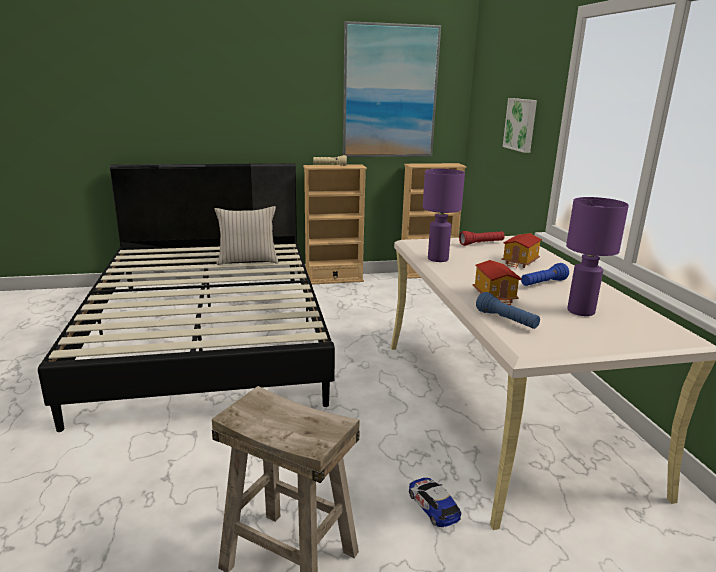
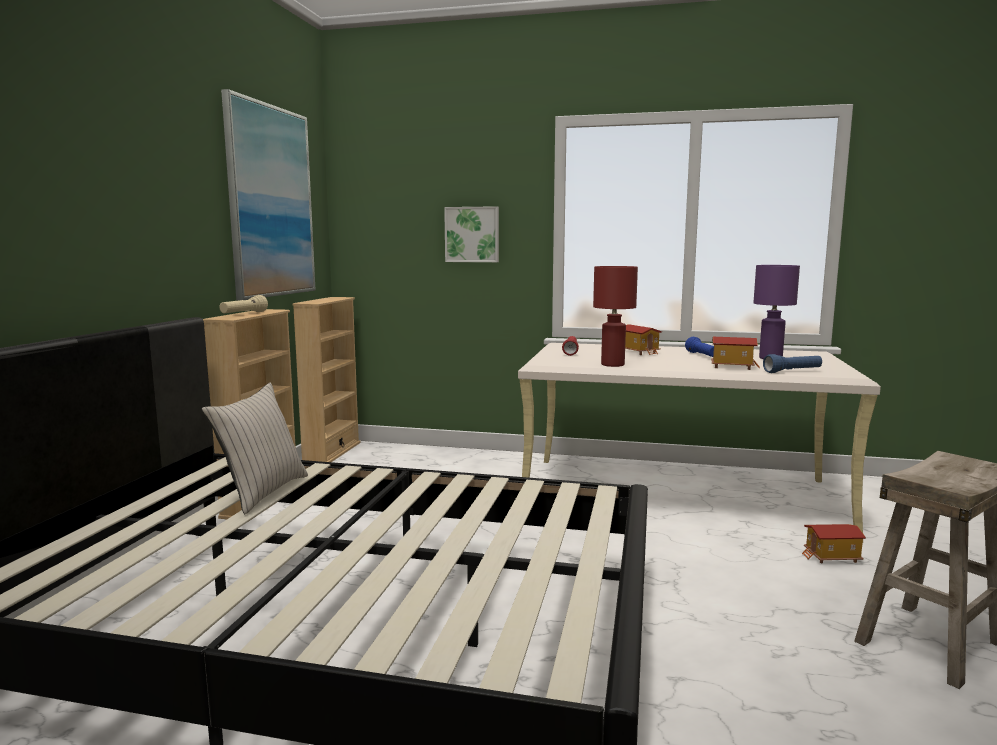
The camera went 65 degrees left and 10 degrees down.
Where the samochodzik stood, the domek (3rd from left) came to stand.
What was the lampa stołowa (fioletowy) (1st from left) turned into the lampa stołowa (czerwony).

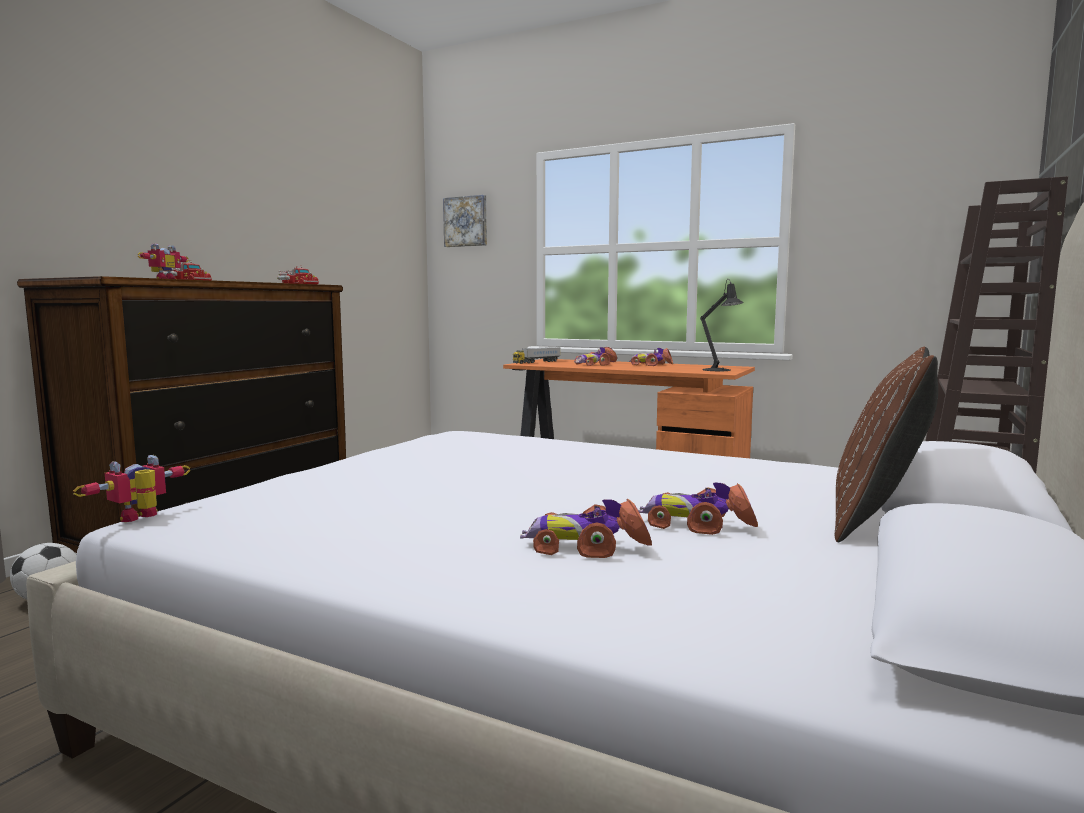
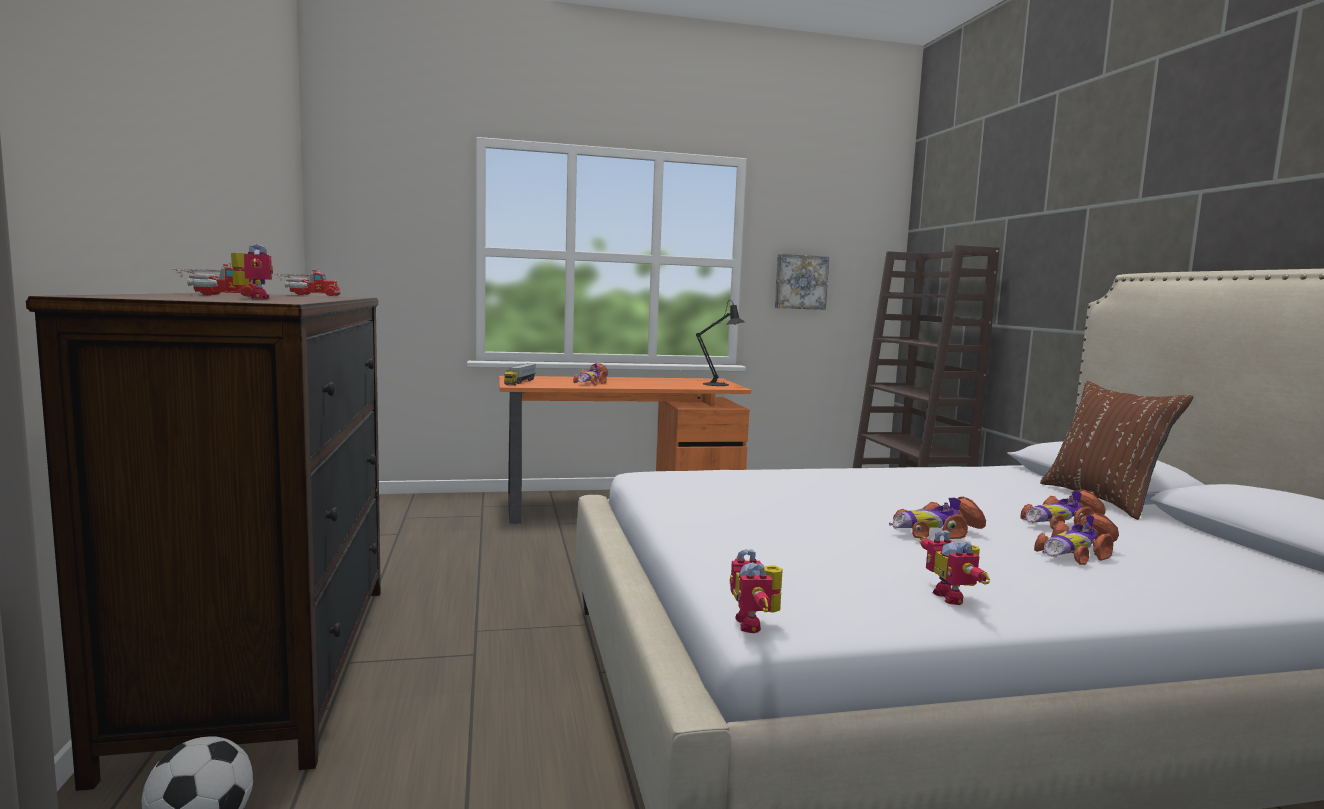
The camera went 40 degrees left and 0 degrees up.
The second view gained the robot zabawkowy (3rd from left).
The obraz ended up elsewhere.
The samochodzik (3rd from left in the first image) ended up elsewhere.

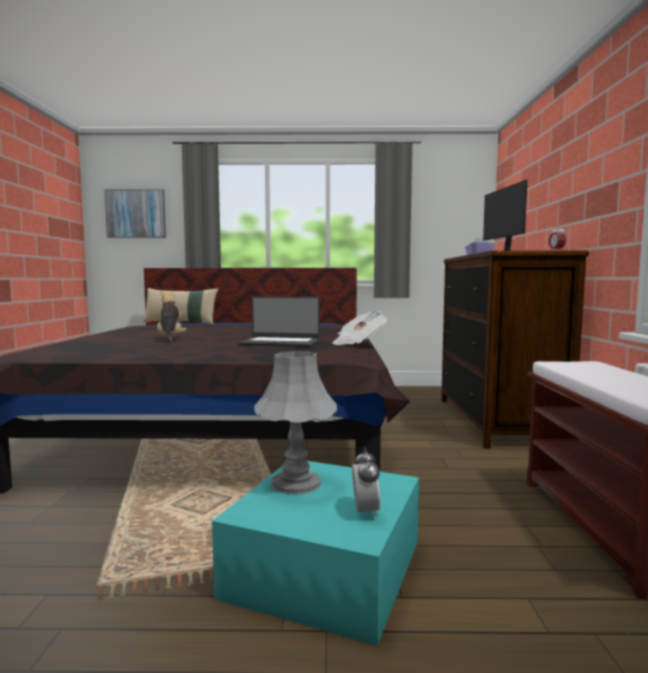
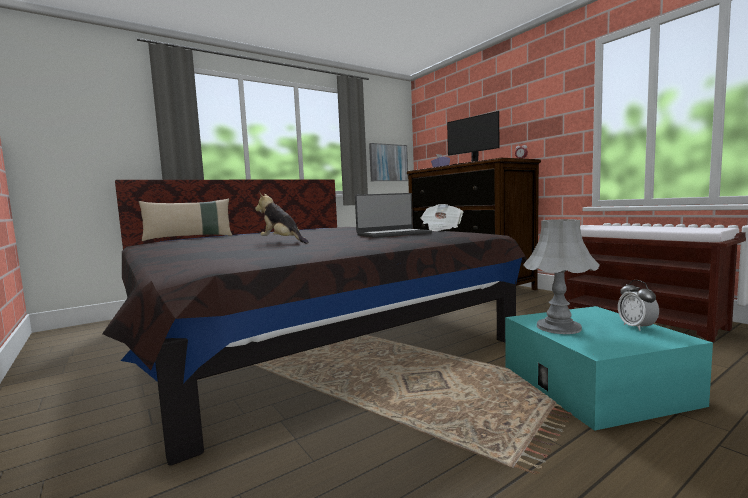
The camera went 35 degrees left and 0 degrees up.
The obraz ended up elsewhere.
The budzik (1st from left in the first image) ended up facing another way, 150 degrees counterclockwise from before.

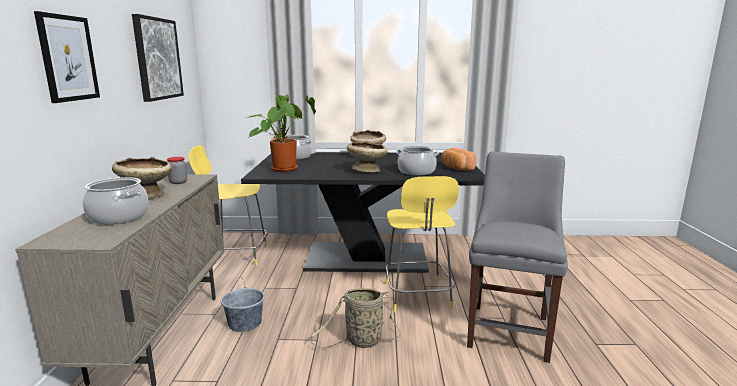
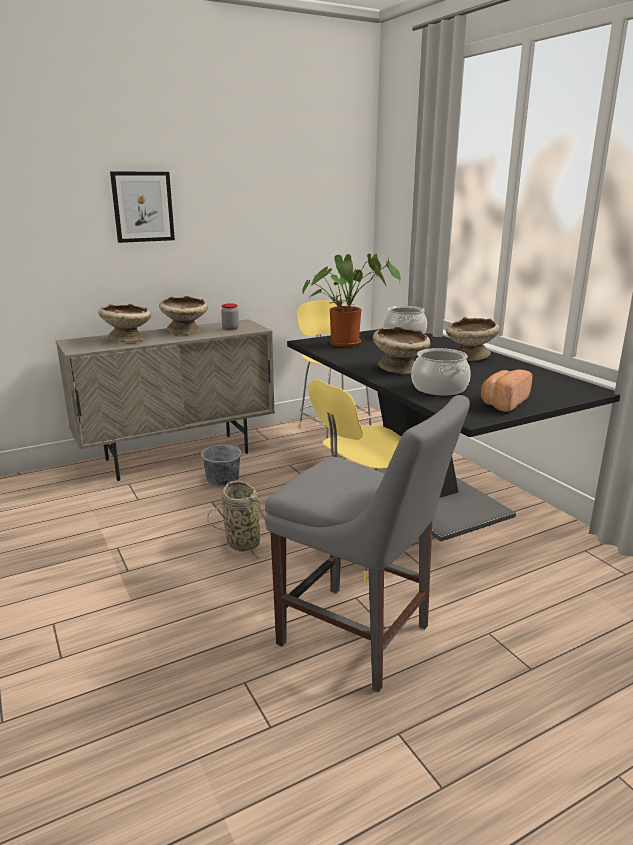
The camera went 60 degrees right and 5 degrees up.
The second view lost the obraz (2nd from left).
Where the garnek (1st from left) stood, the miska (beżowy) (1st from left) came to stand.
The krzesło (szary) ended up facing another way, 45 degrees clockwise from before.

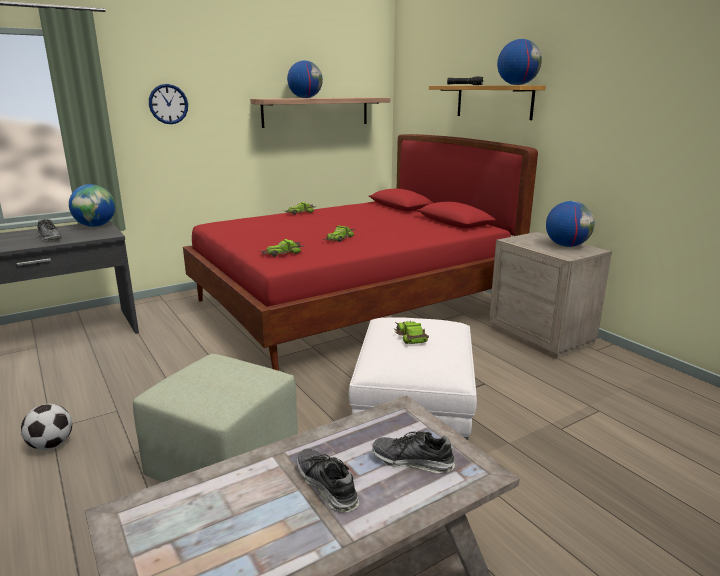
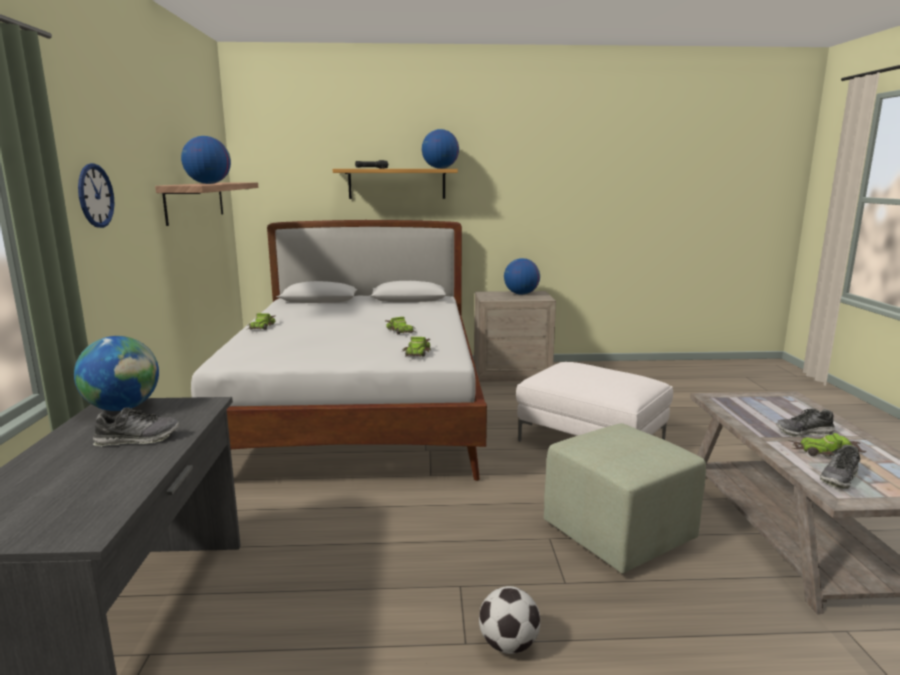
The camera went 60 degrees left and 5 degrees down.
The but (3rd from left) ended up elsewhere.
The samochodzik (4th from left) ended up elsewhere.
What was the łóżko (czerwony) turned into the łóżko (biały).

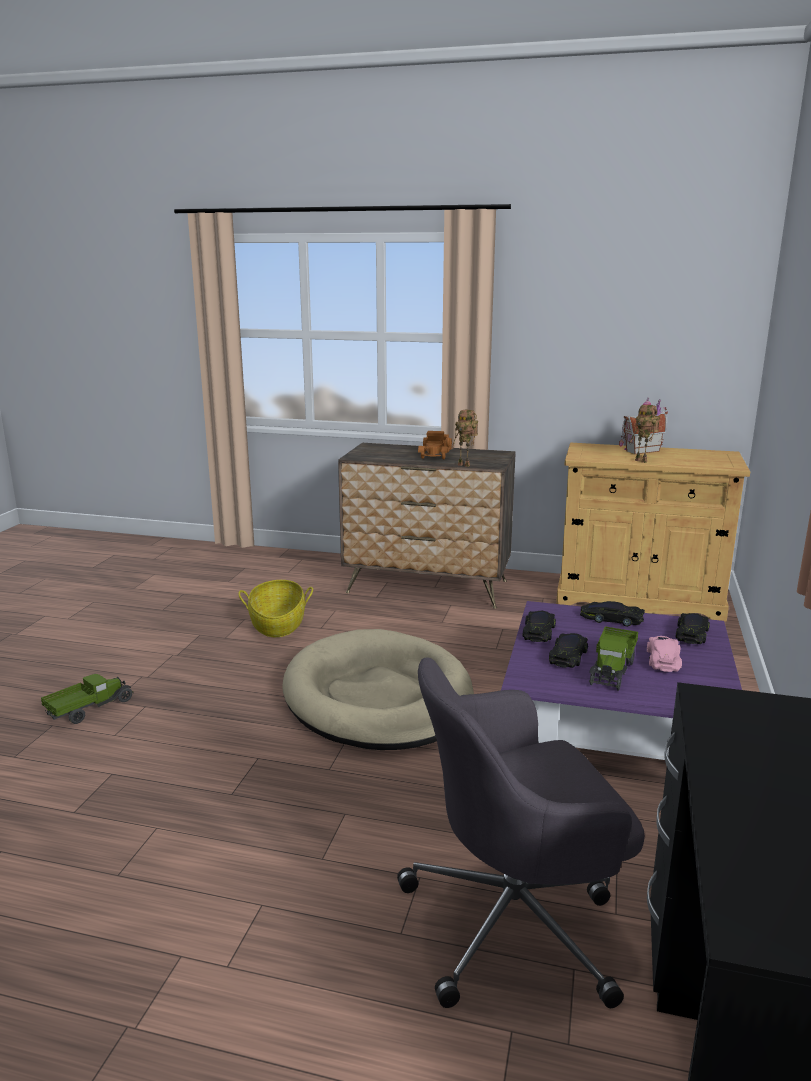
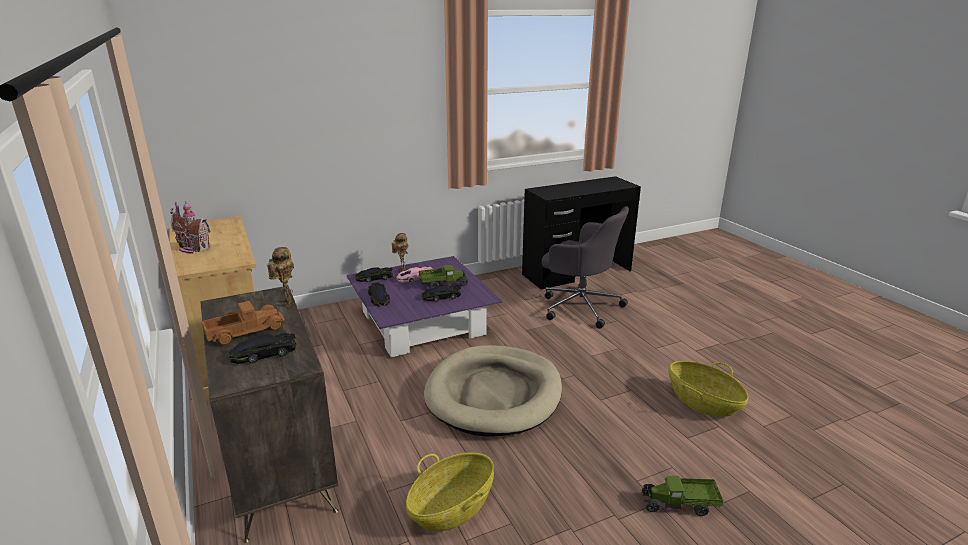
The camera went 130 degrees left and 5 degrees up.
The second view gained the koszyk (2nd from left).
The samochodzik (czarny) (1st from left) ended up elsewhere.
The robot zabawkowy (2nd from left) ended up elsewhere.

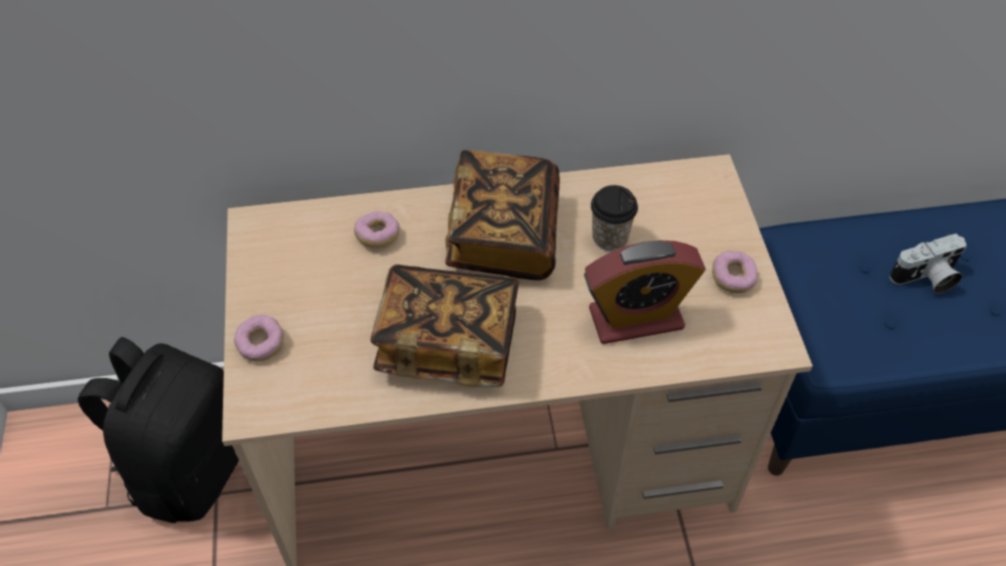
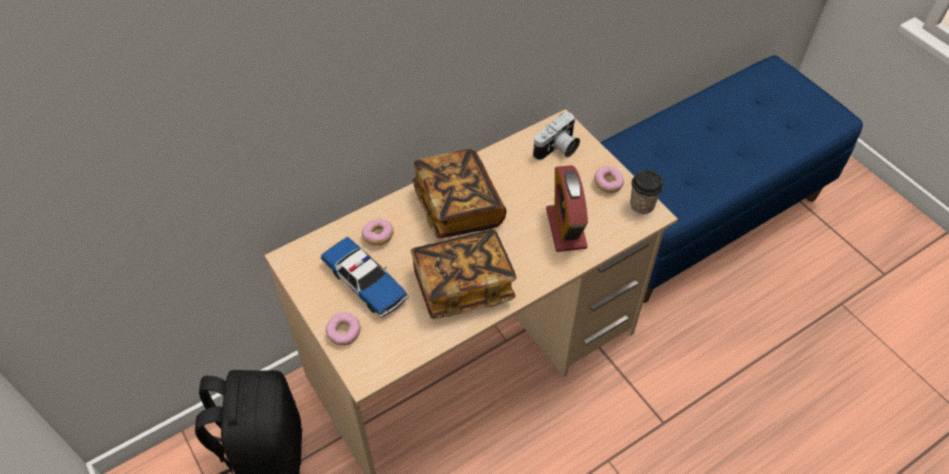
The camera went 25 degrees left and 0 degrees up.
The second view gained the samochodzik.
The filiżanka ended up elsewhere.
The aparat fotograficzny ended up elsewhere.
The budzik ended up facing another way, 120 degrees clockwise from before.

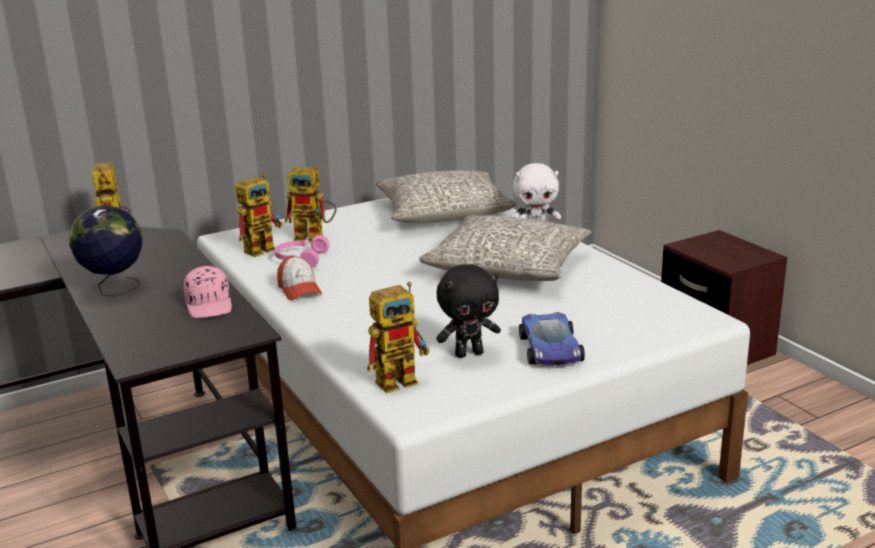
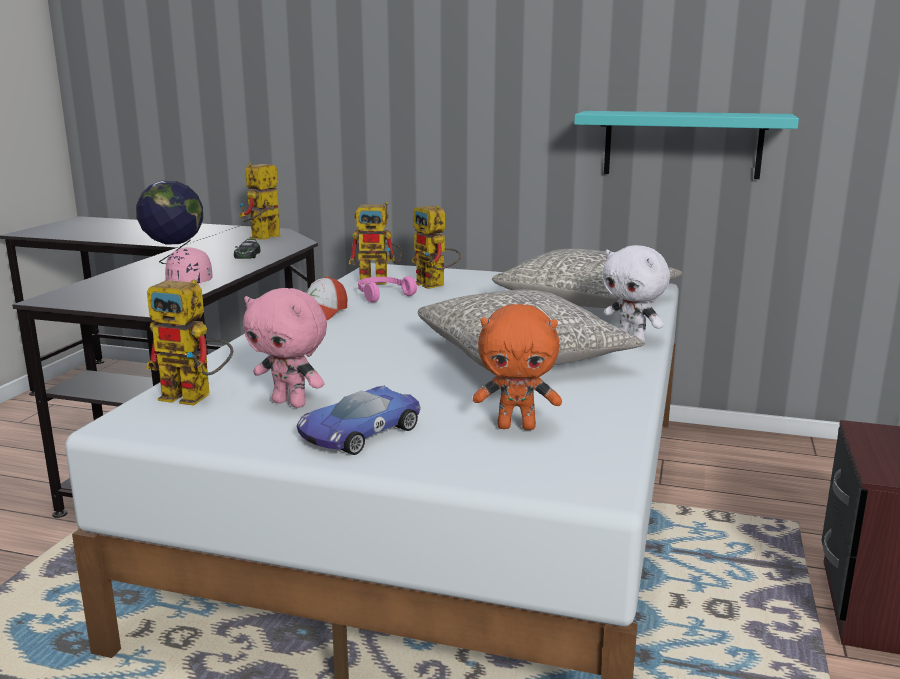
The camera went 45 degrees right and 5 degrees down.
The second view gained the samochodzik (1st from left).
The second view gained the pluszak (pomarańczowy).
The second view gained the półka (turkusowy).
What was the pluszak (czarny) turned into the pluszak (różowy).

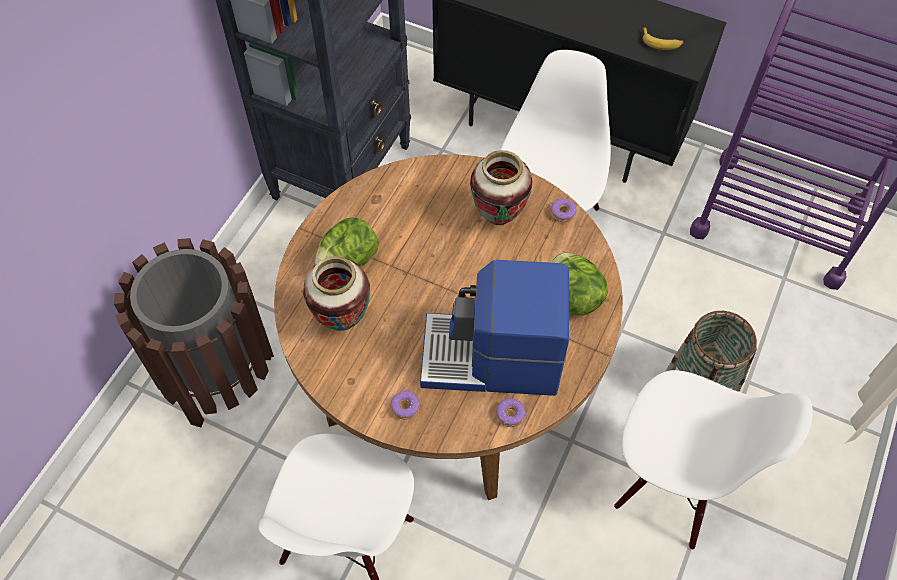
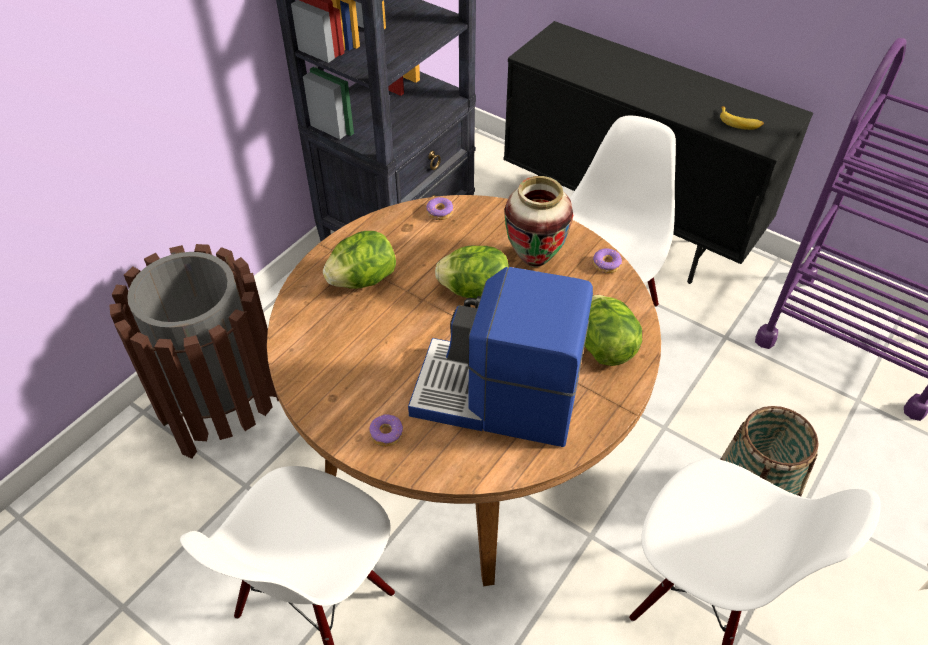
The camera went 10 degrees right and 10 degrees down.
The second view lost the wazon (1st from left).
The second view gained the sałata (2nd from left).
The donut (2nd from left) ended up elsewhere.

